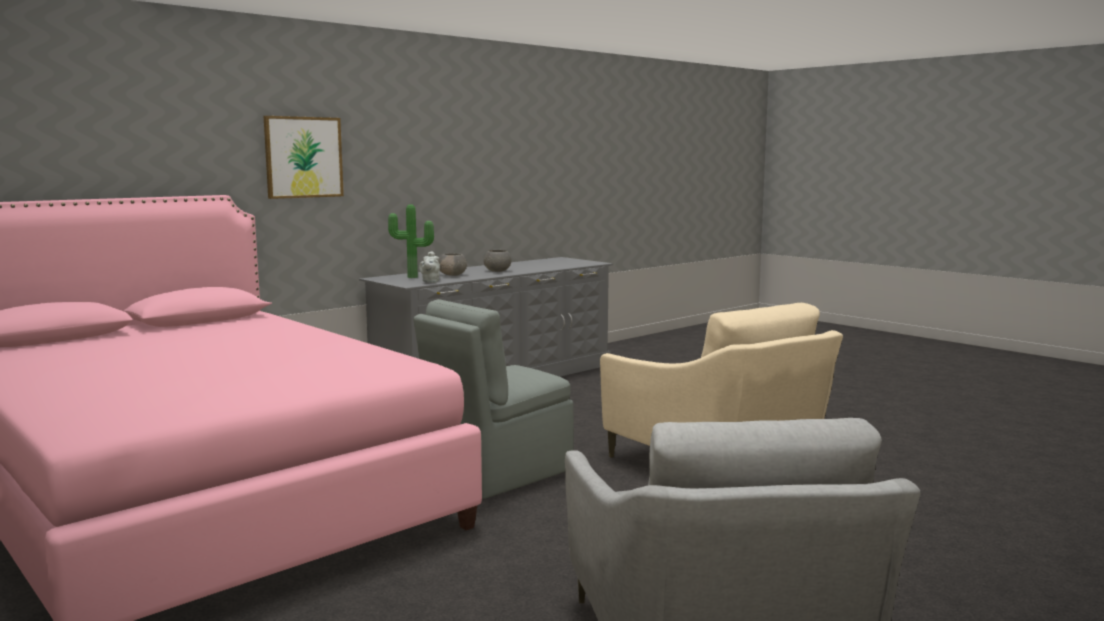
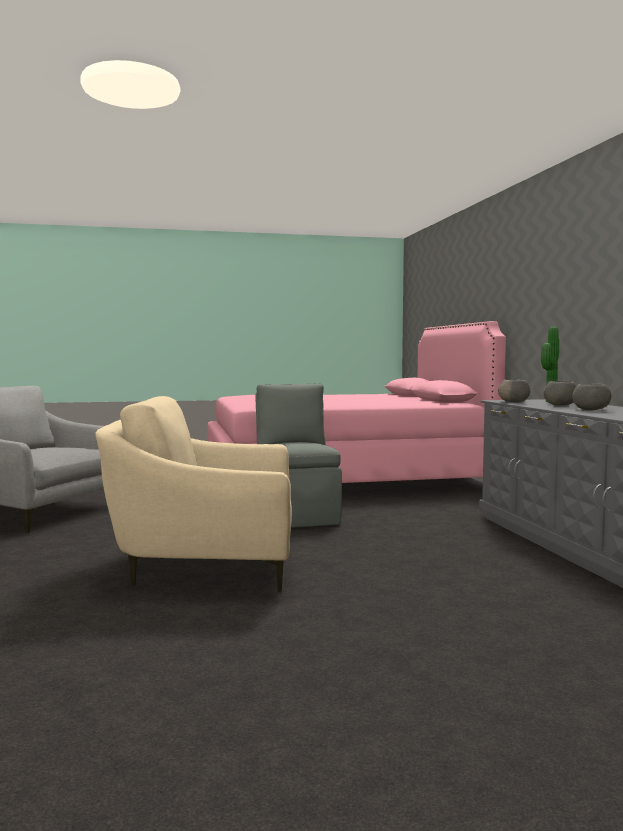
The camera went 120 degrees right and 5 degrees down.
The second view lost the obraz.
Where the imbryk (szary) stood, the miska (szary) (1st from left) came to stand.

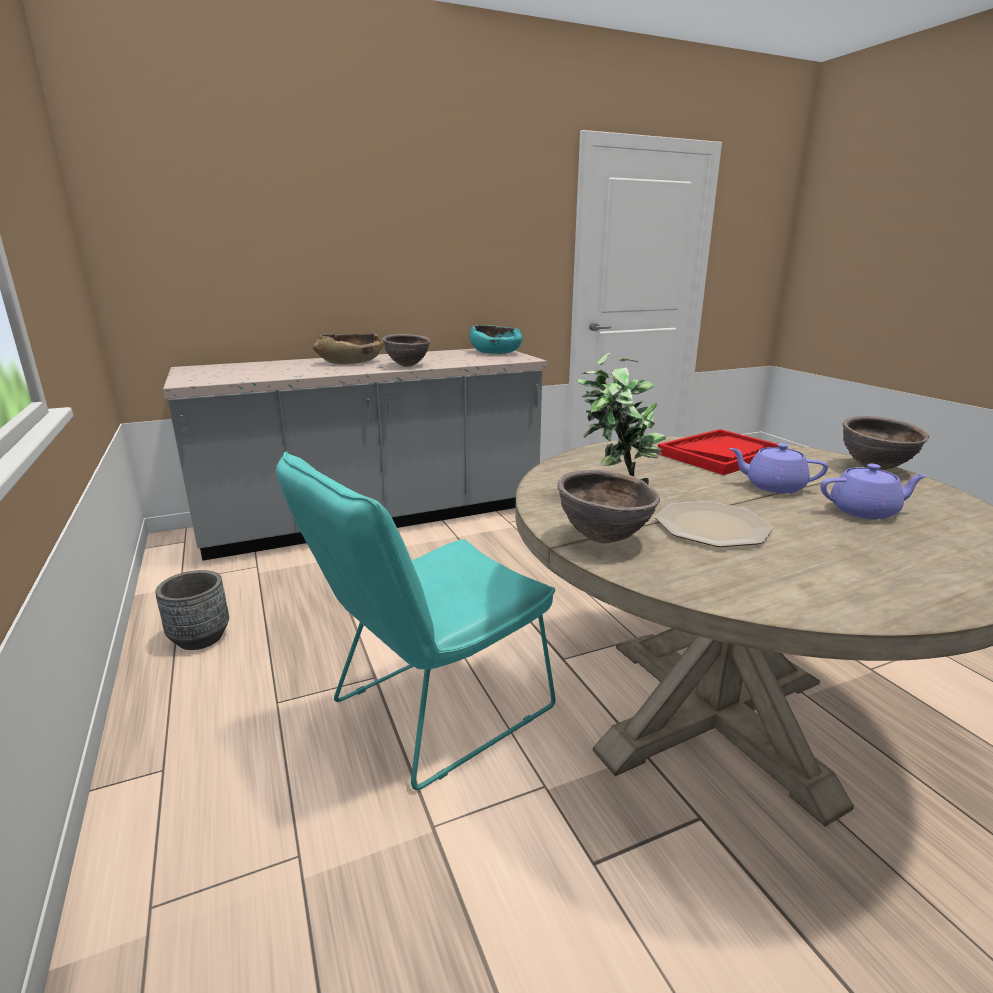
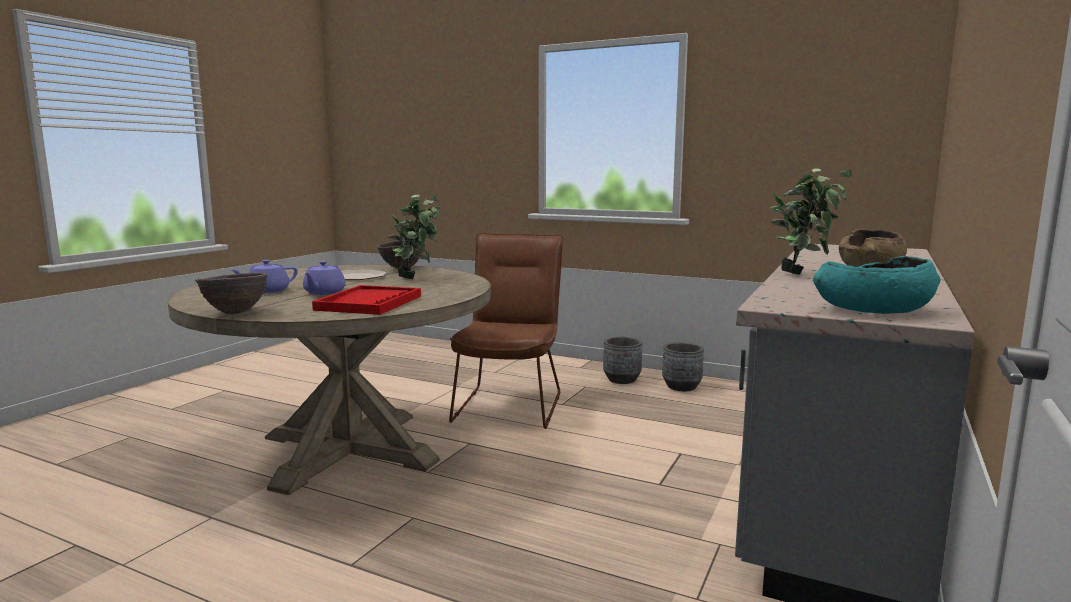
The camera went 140 degrees right and 10 degrees down.
The second view gained the donica (szary) (1st from left).
Where the miska (brązowy) (2nd from left) stood, the roślina doniczkowa (2nd from left) came to stand.
What was the krzesło (turkusowy) turned into the krzesło (brązowy).
The imbryk (fioletowy) (1st from left in the first image) ended up facing another way, 120 degrees clockwise from before.

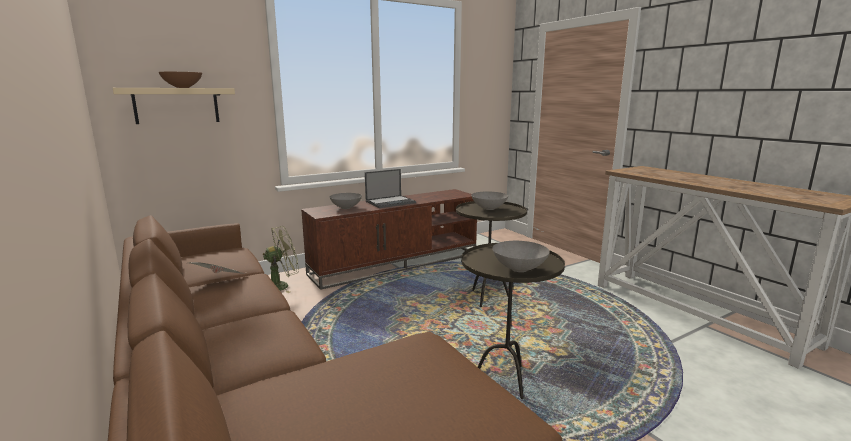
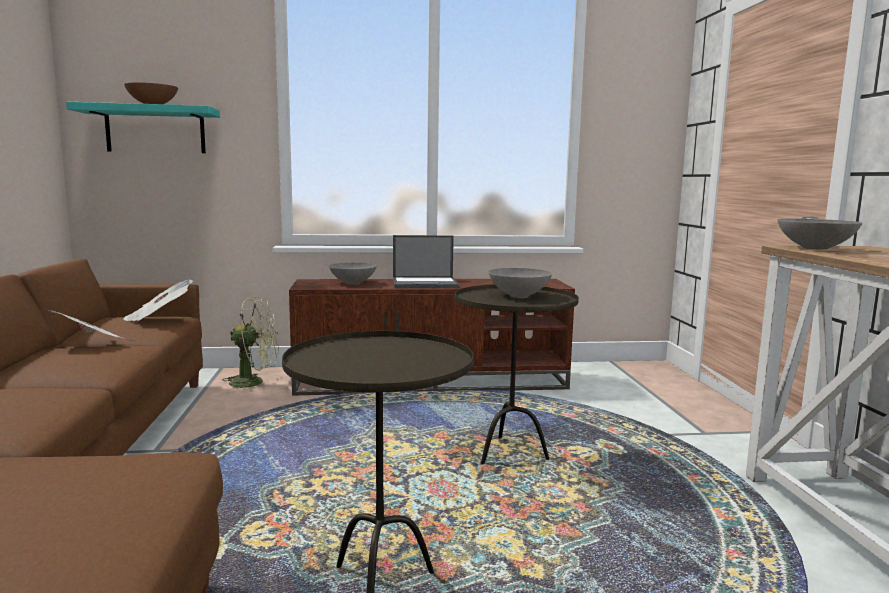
The camera went 25 degrees right and 5 degrees down.
The second view gained the gazeta (2nd from left).
The miska (szary) (3rd from left) ended up elsewhere.
What was the półka (beżowy) turned into the półka (turkusowy).

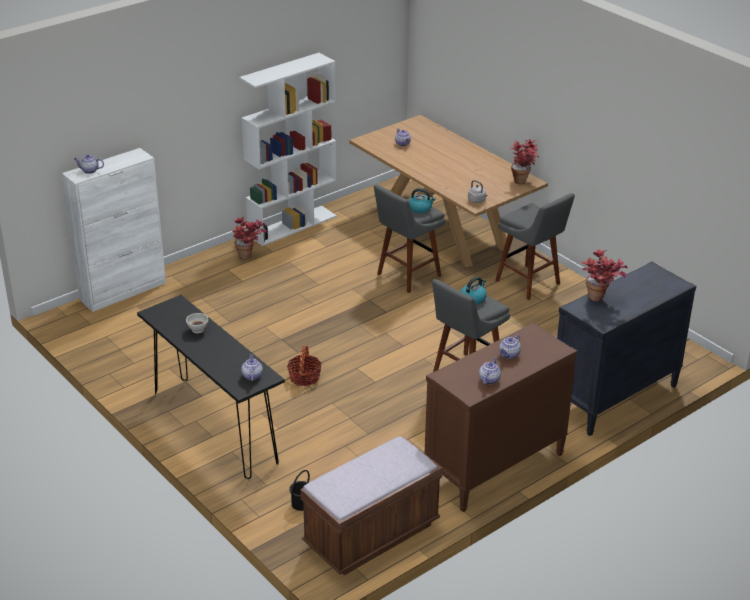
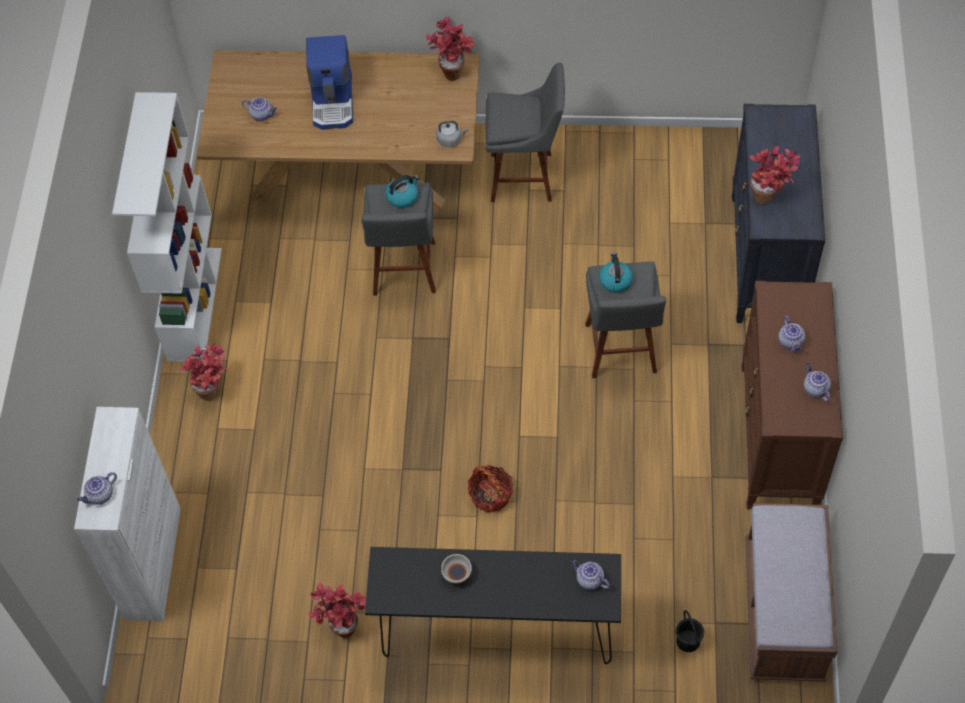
The camera went 45 degrees left and 25 degrees up.
The second view gained the ekspres do kawy.
The second view gained the roślina doniczkowa (2nd from left).

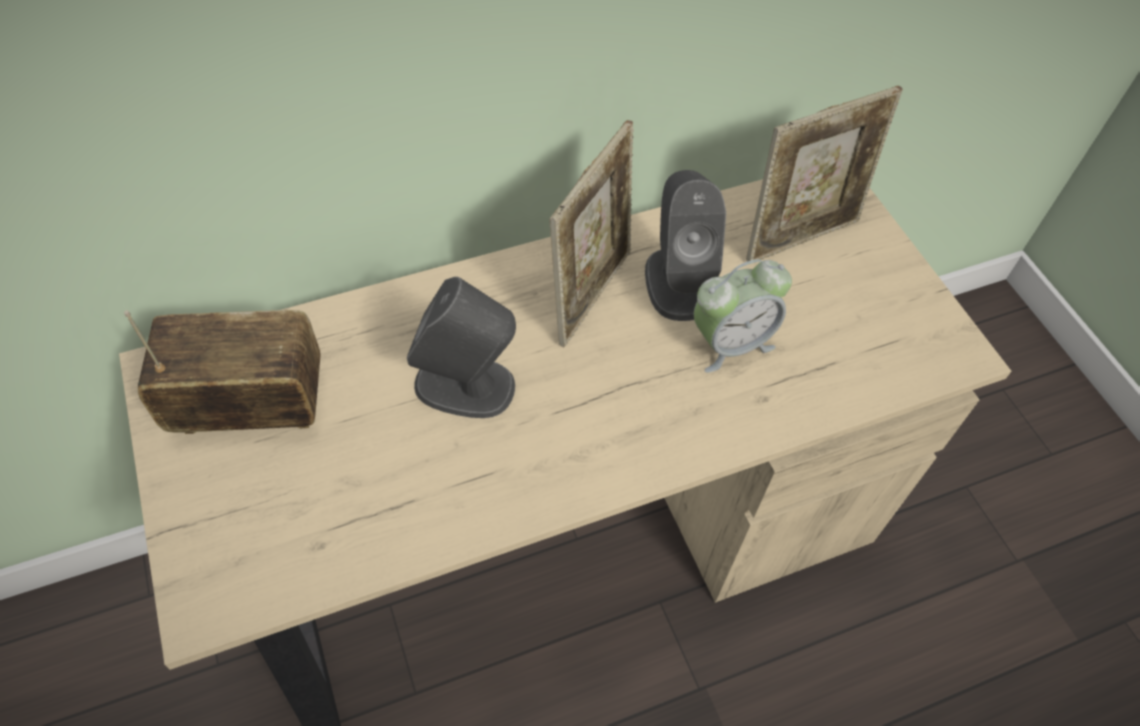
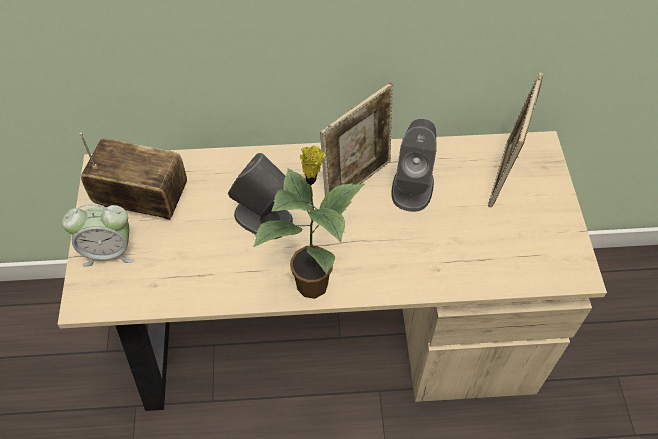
The camera went 20 degrees right and 0 degrees up.
The second view gained the roślina doniczkowa.
The budzik ended up elsewhere.
The ramka na zdjęcie (2nd from left) ended up facing another way, 120 degrees clockwise from before.

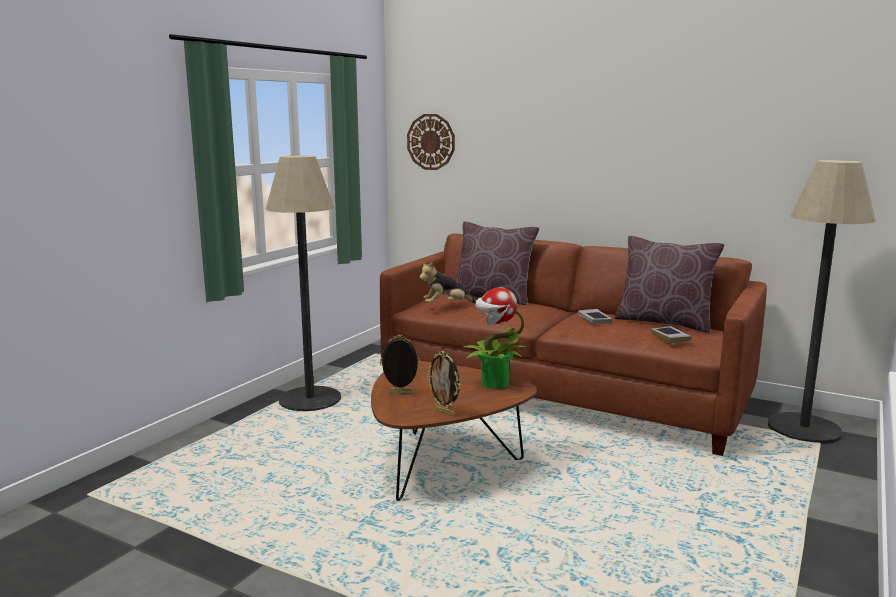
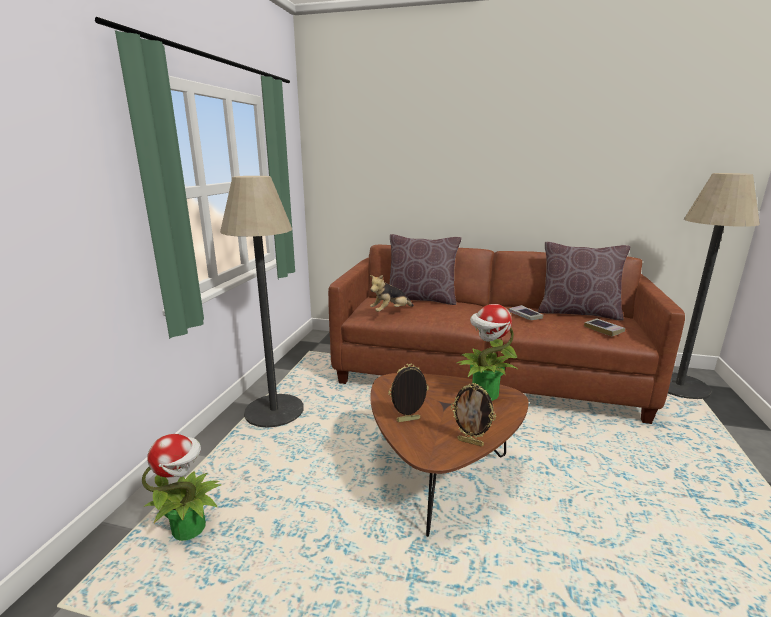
The camera went 15 degrees left and 5 degrees up.
The second view lost the zegar ścienny.
The second view gained the roślina doniczkowa (1st from left).

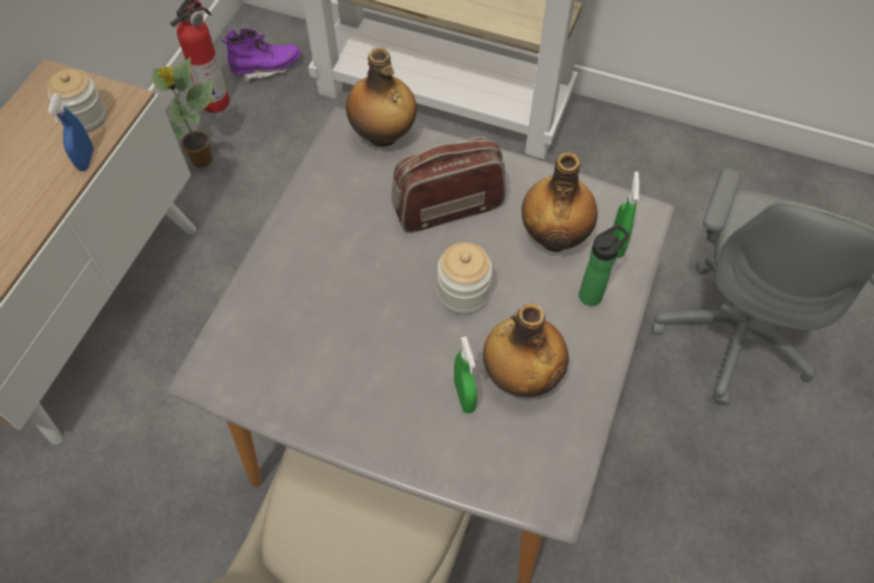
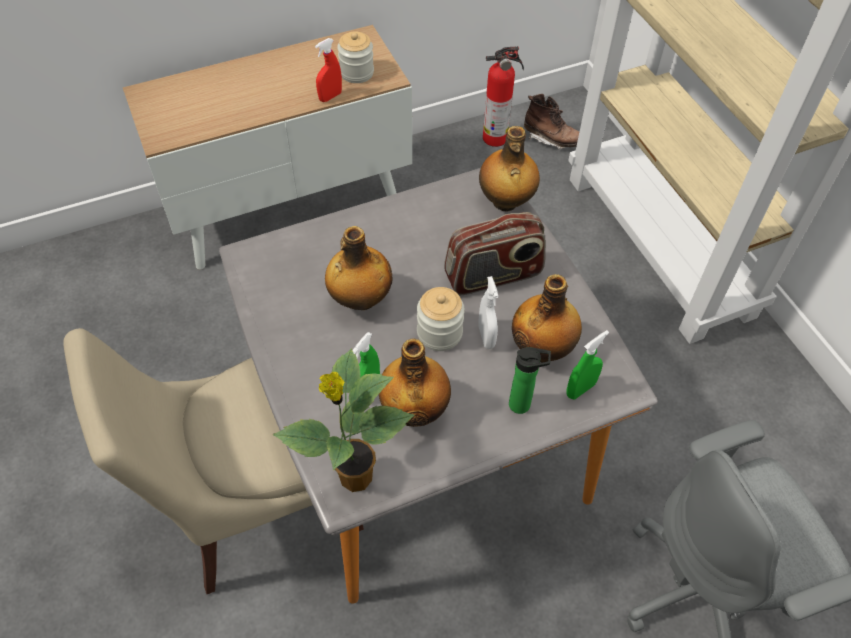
The camera went 45 degrees right and 5 degrees down.
The second view gained the butelka (1st from left).
The second view gained the spryskiwacz (biały).
The roślina doniczkowa ended up elsewhere.
What was the spryskiwacz (niebieski) turned into the spryskiwacz (czerwony).
What was the but z cholewką (fioletowy) turned into the but z cholewką (brązowy).
The radio ended up facing another way, 135 degrees clockwise from before.

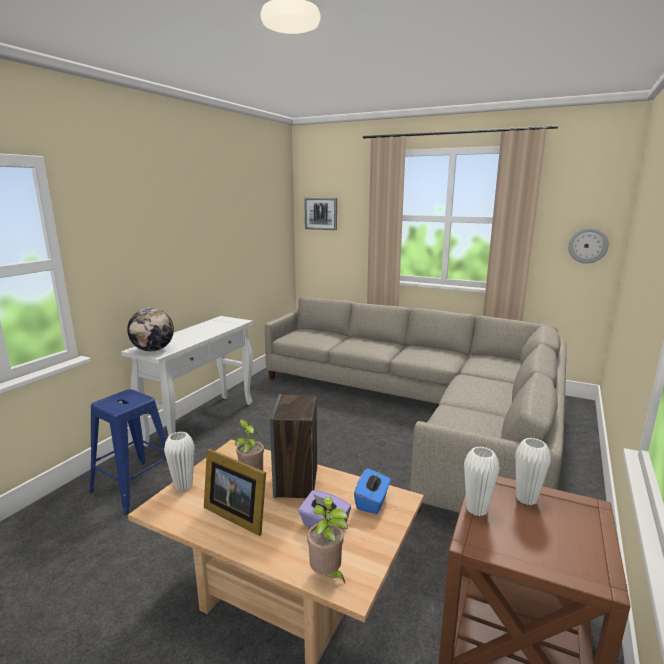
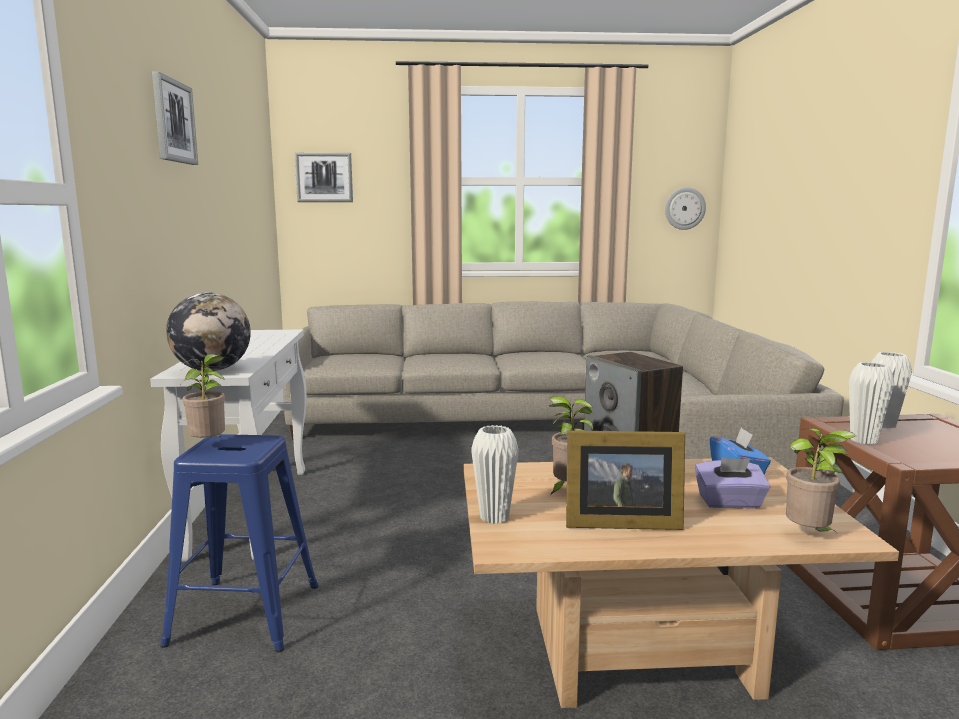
The camera went 30 degrees left and 5 degrees down.
The second view gained the obraz (1st from left).
The second view gained the roślina doniczkowa (1st from left).

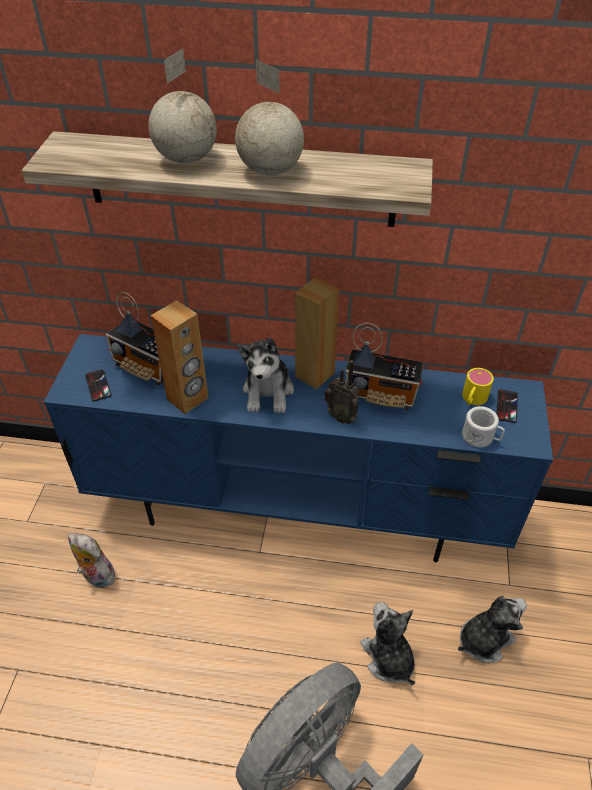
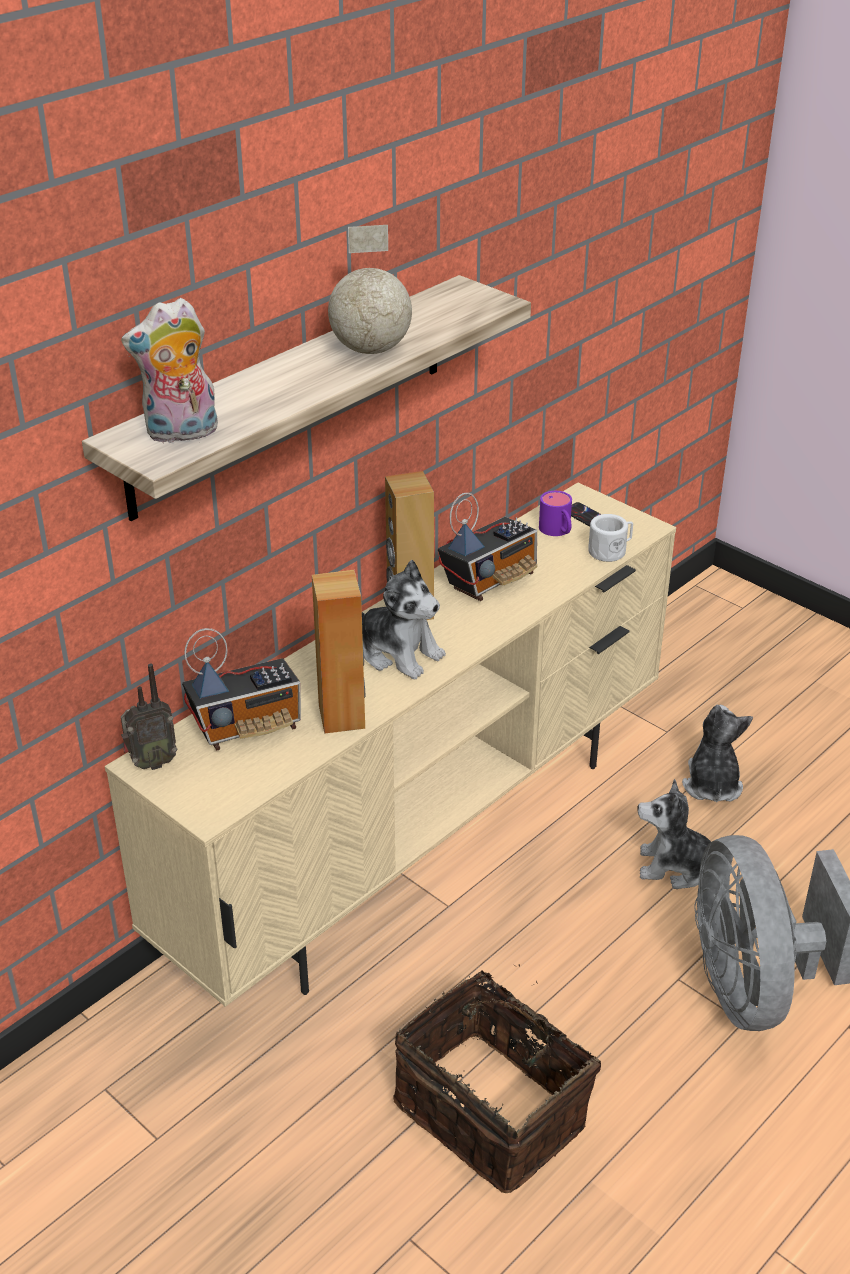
The camera went 55 degrees left and 10 degrees down.
The second view lost the telefon (1st from left).
The second view lost the globus (1st from left).
The second view gained the koszyk.
The pluszak (1st from left) ended up elsewhere.
The radio (2nd from left in the first image) ended up elsewhere.
What was the szafka pod telewizor (niebieski) turned into the szafka pod telewizor (beżowy).
What was the kubek (żółty) turned into the kubek (fioletowy).

